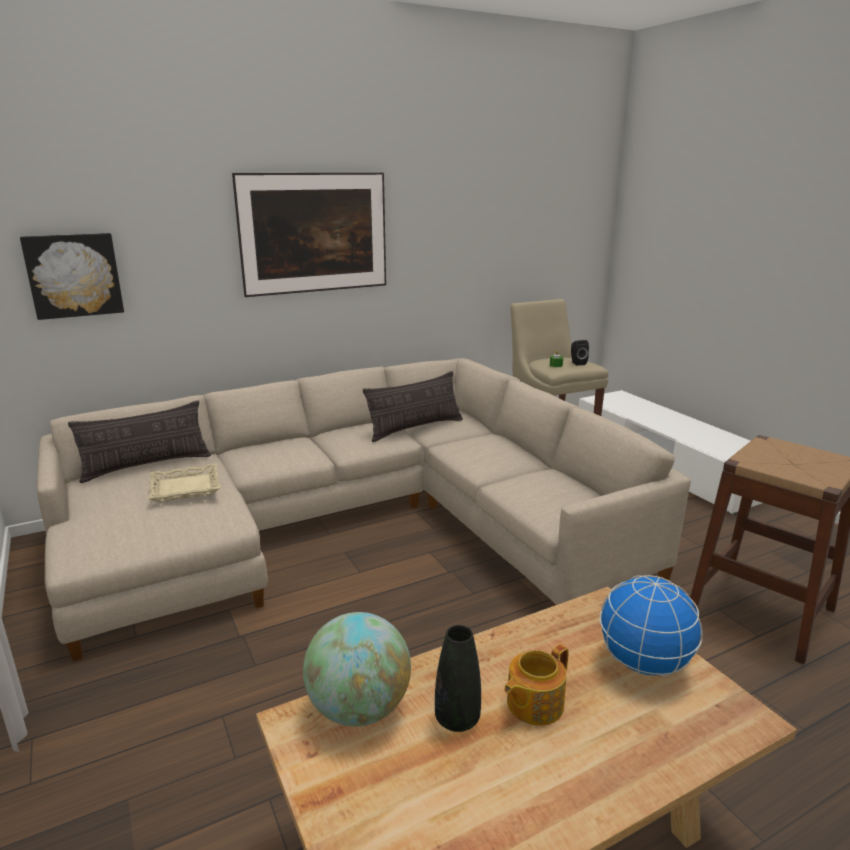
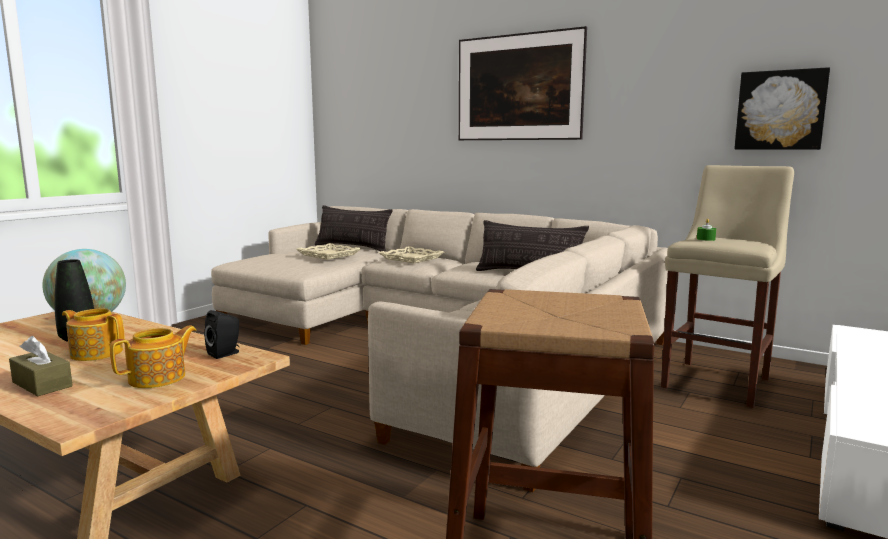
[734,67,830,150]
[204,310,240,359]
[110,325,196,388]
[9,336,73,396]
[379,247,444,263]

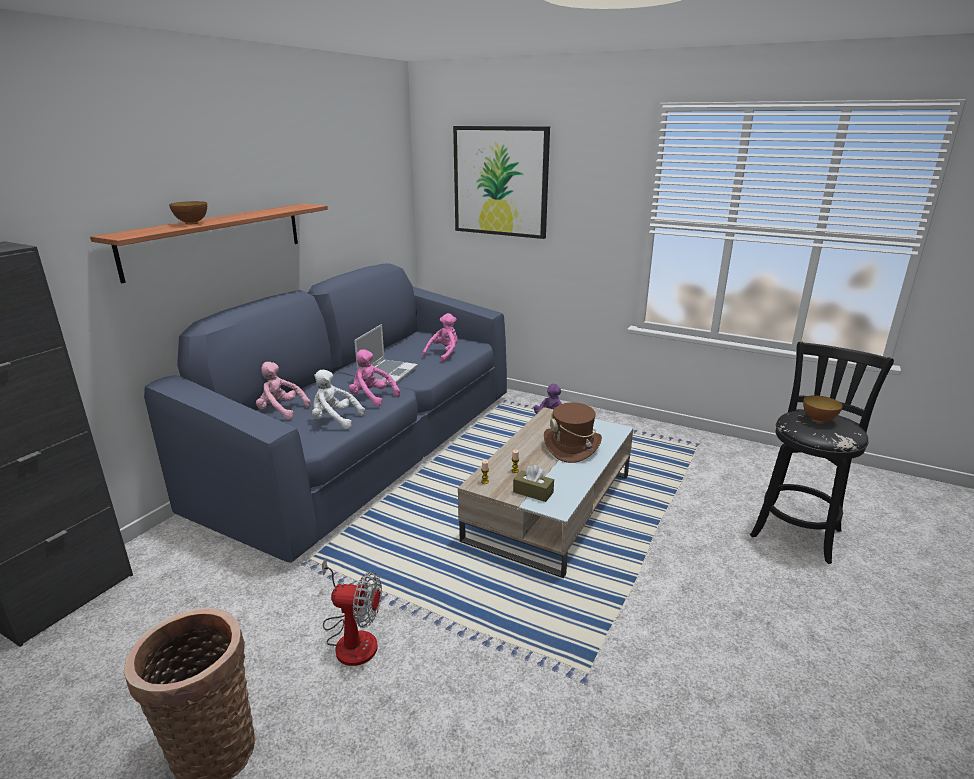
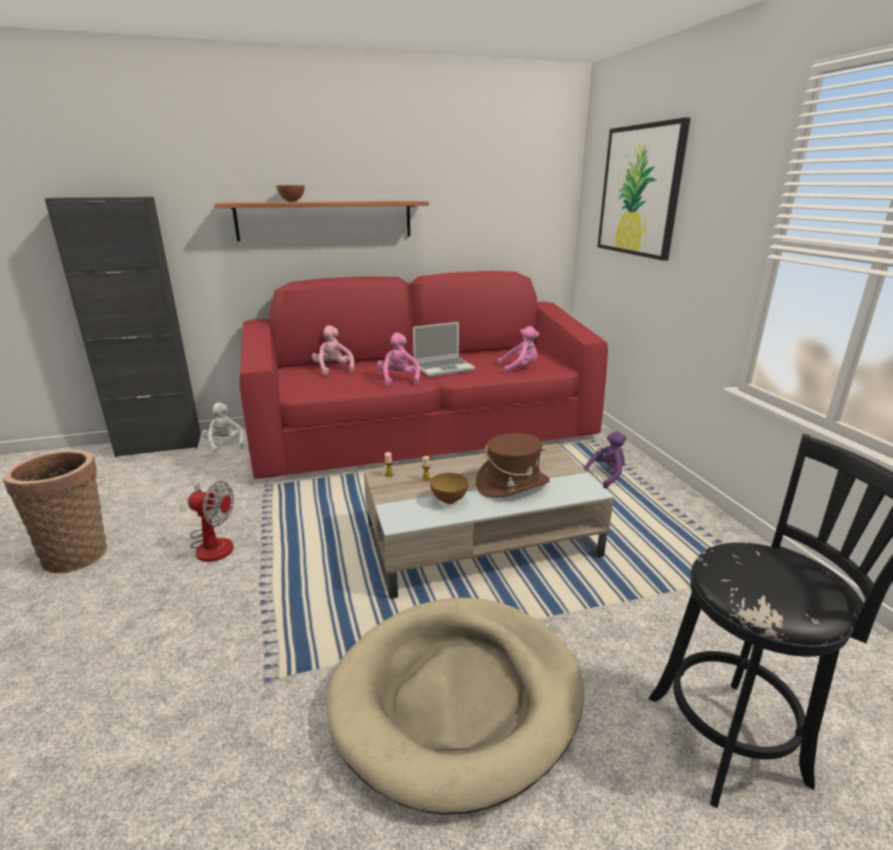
[239,271,608,479]
[202,403,245,453]
[188,481,234,562]
[513,465,554,502] (first image)
[430,473,468,504]
[326,598,584,815]

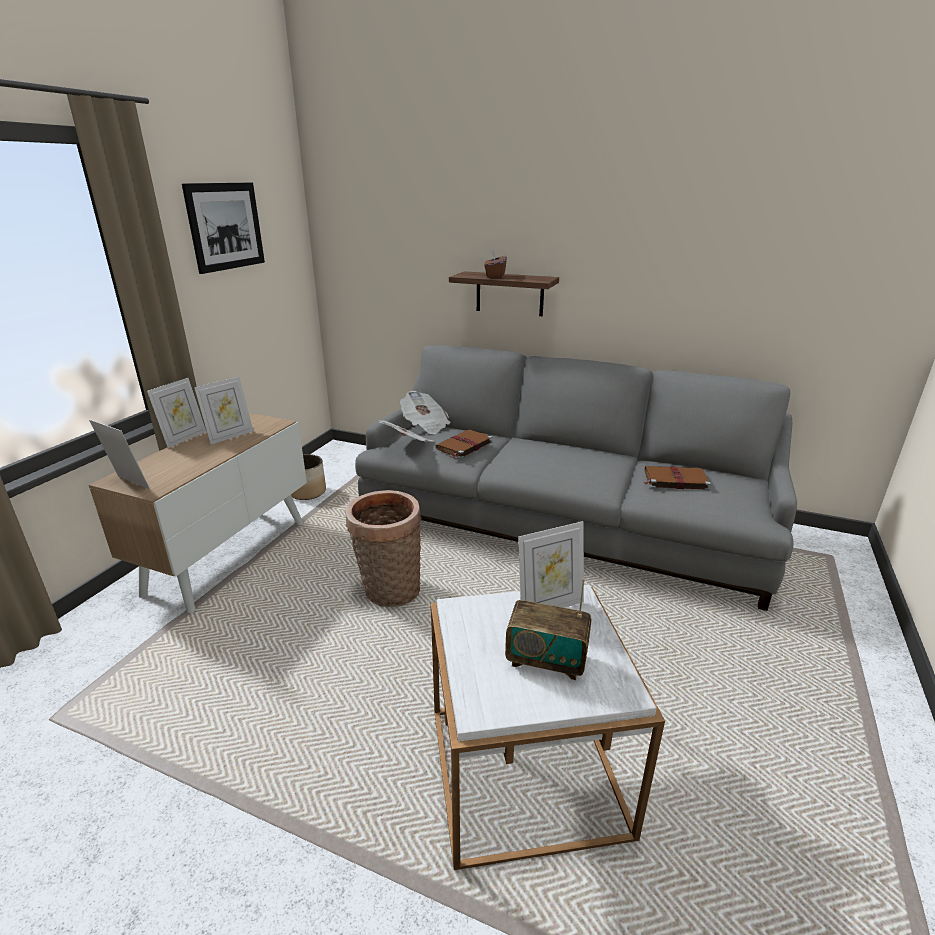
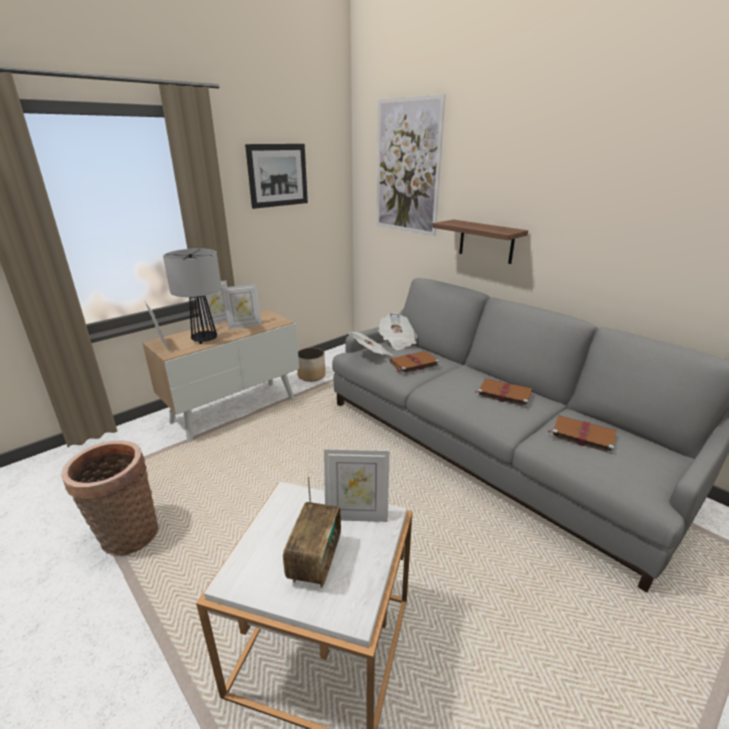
[61,440,158,556]
[484,249,507,278] (first image)
[283,476,341,588]
[163,248,222,344]
[377,94,446,236]
[475,379,532,407]

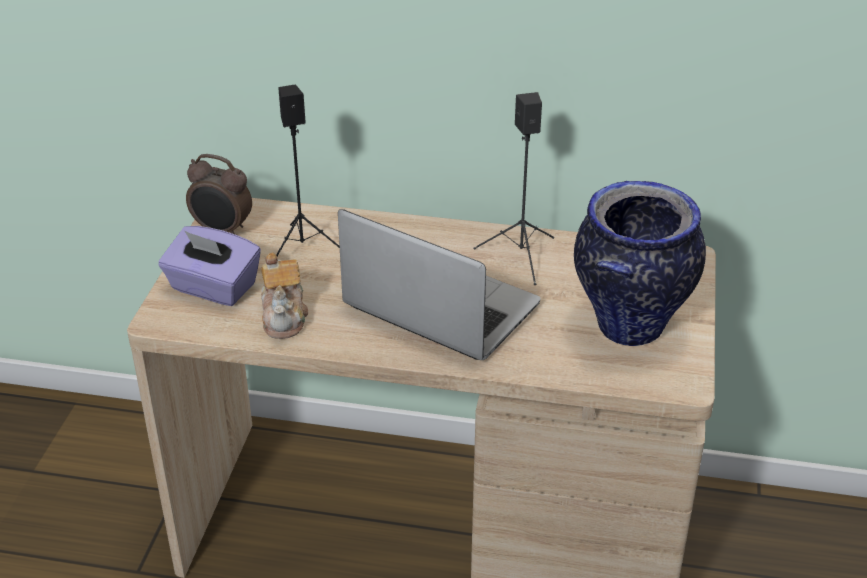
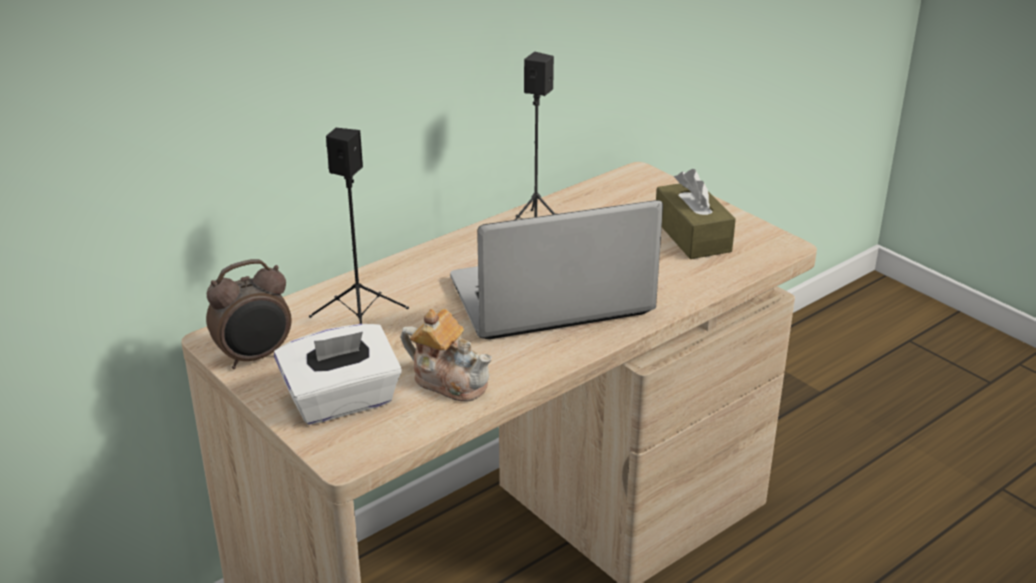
[274,324,402,425]
[656,169,736,259]

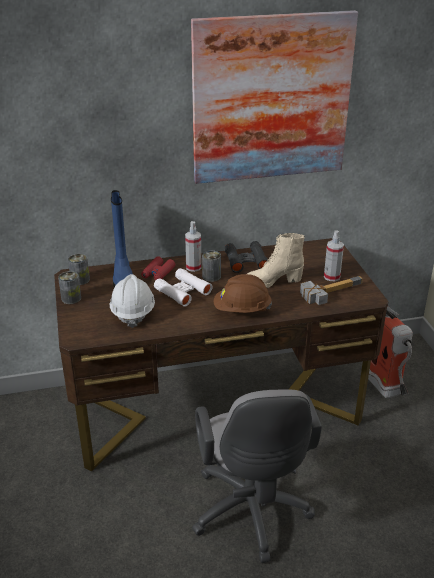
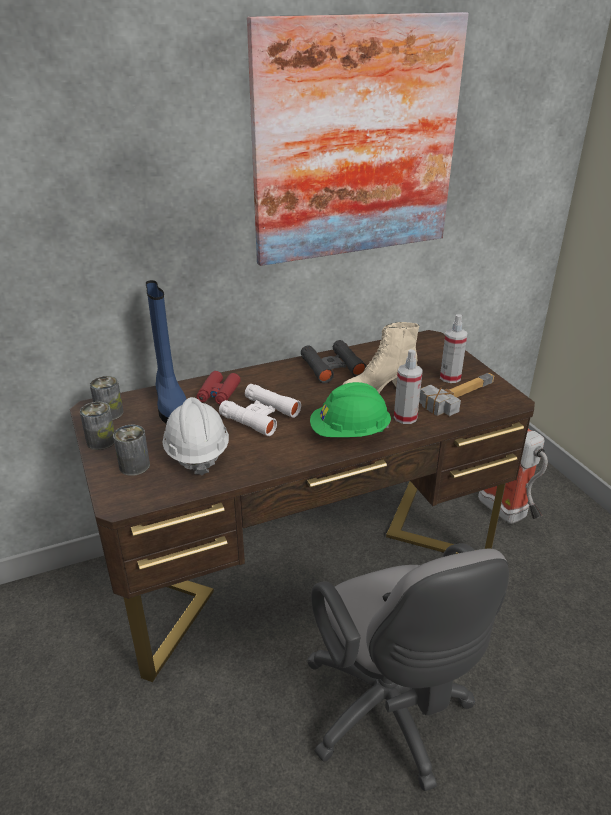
[394,349,423,424]
[113,425,150,476]
[310,382,391,437]

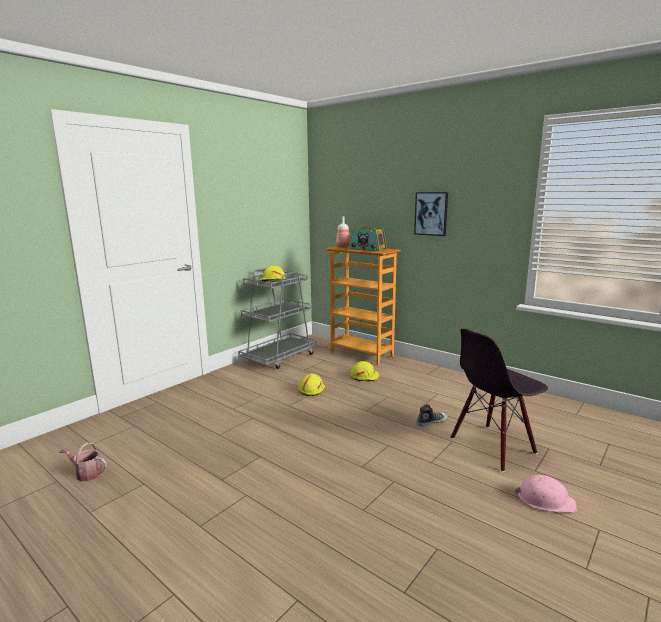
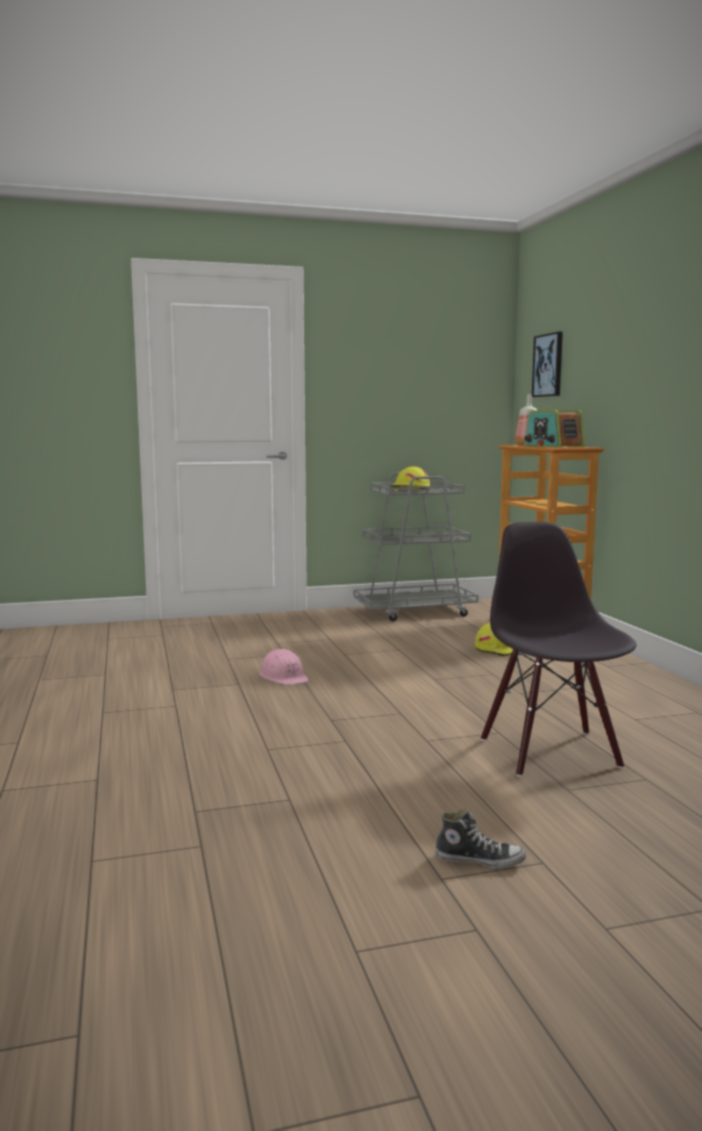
[59,442,107,481] (first image)
[298,374,325,396] (first image)
[532,332,563,397]
[435,809,526,869]
[481,522,637,777]
[259,649,309,685]

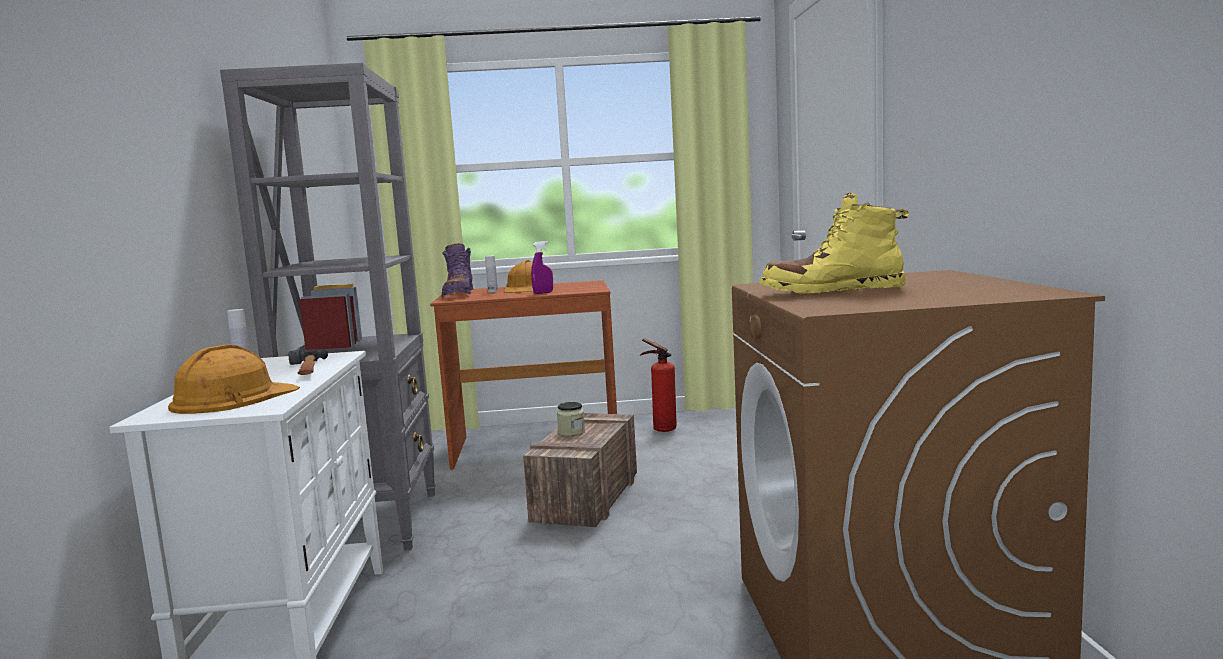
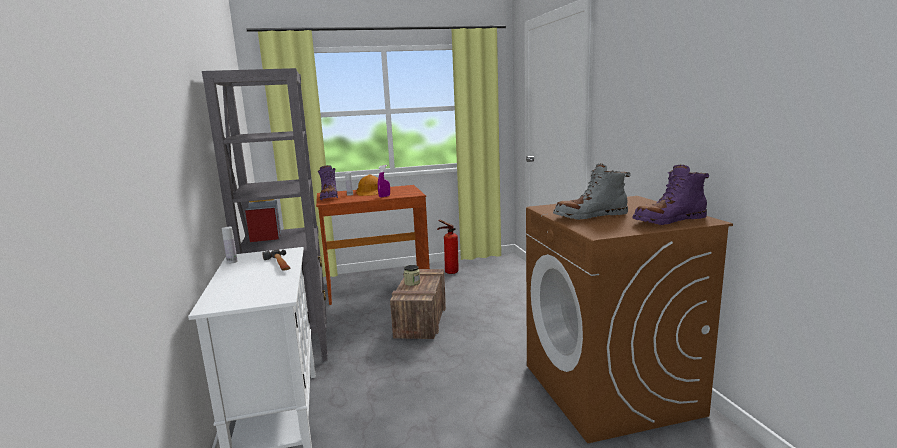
[168,344,300,414] (first image)
[553,164,631,220]
[632,165,709,225]

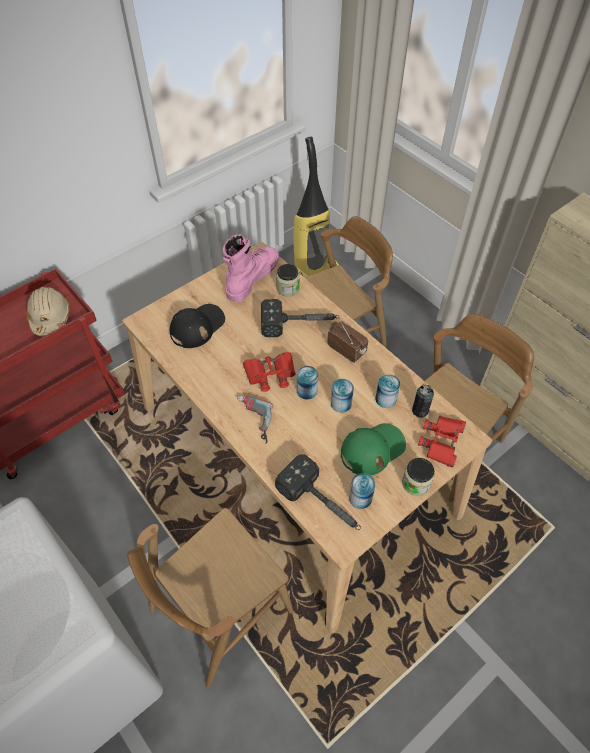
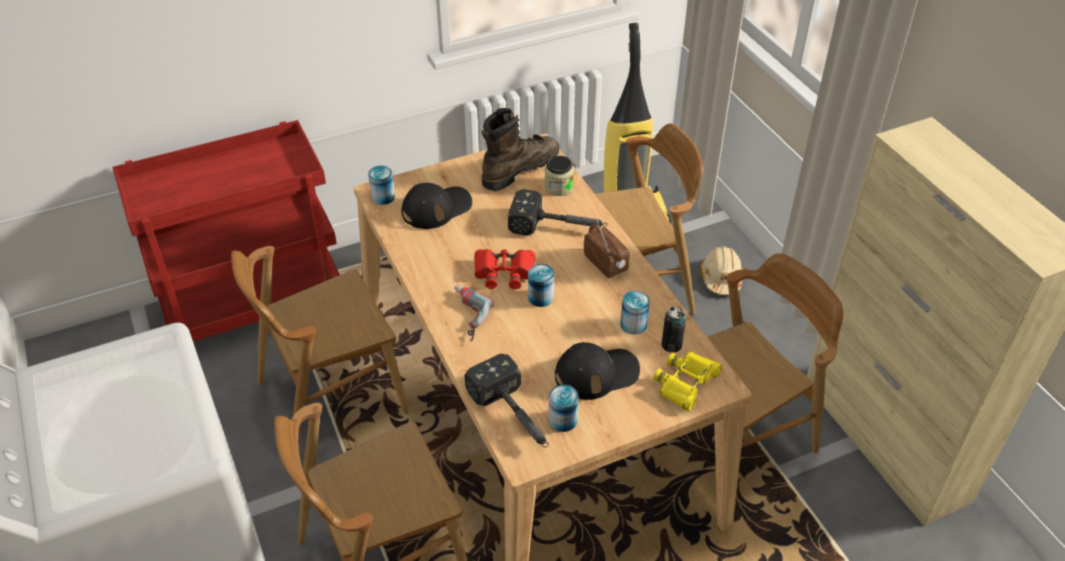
[701,246,743,295]
[482,108,560,191]
[368,166,395,205]
[555,342,640,400]
[402,458,434,496] (first image)
[653,352,722,412]
[231,246,409,441]

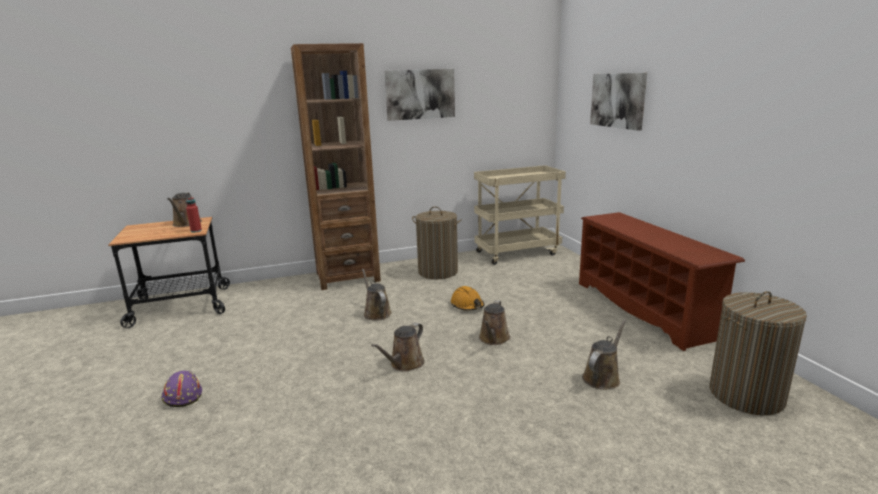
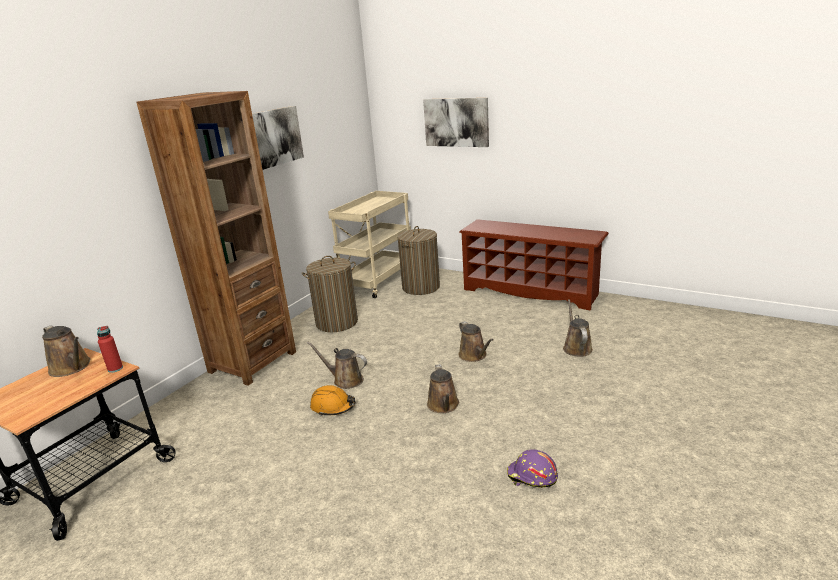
[507,449,558,488]
[310,385,355,416]
[397,226,440,295]

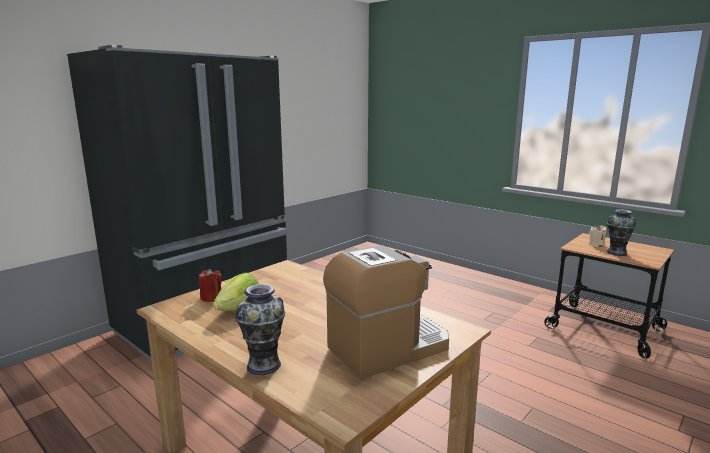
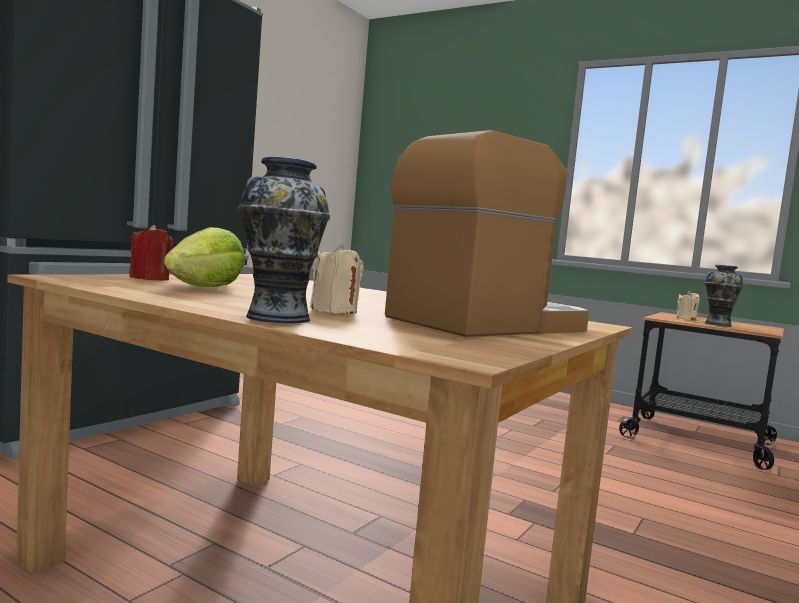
[310,244,364,314]

